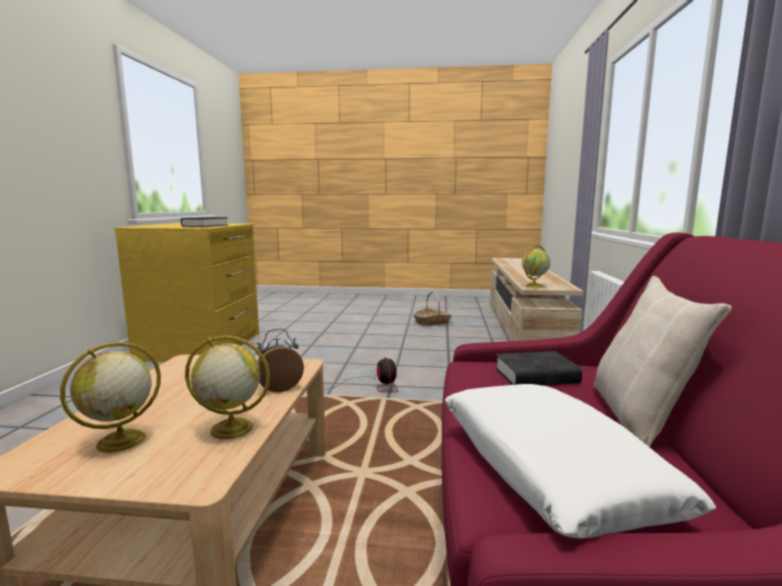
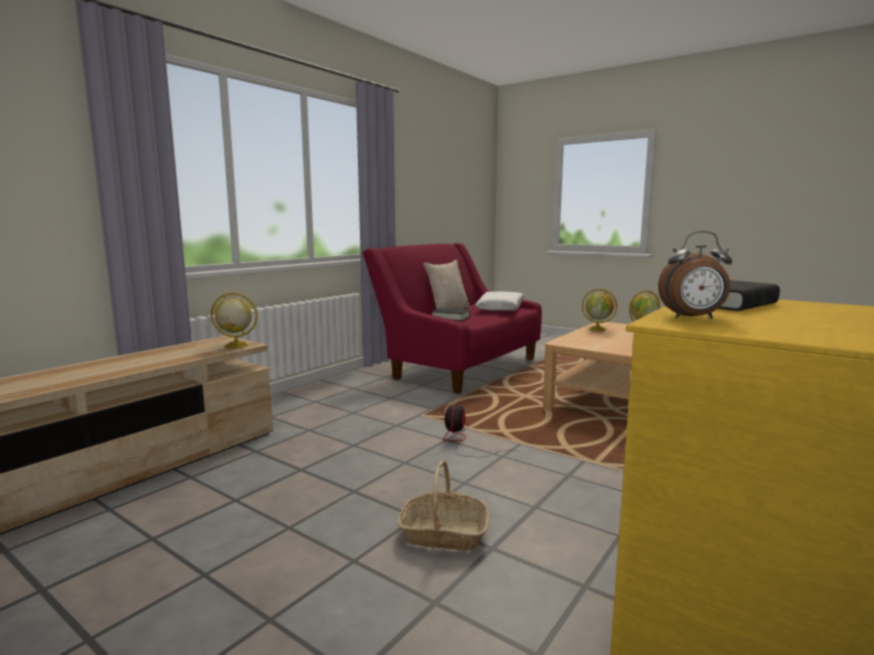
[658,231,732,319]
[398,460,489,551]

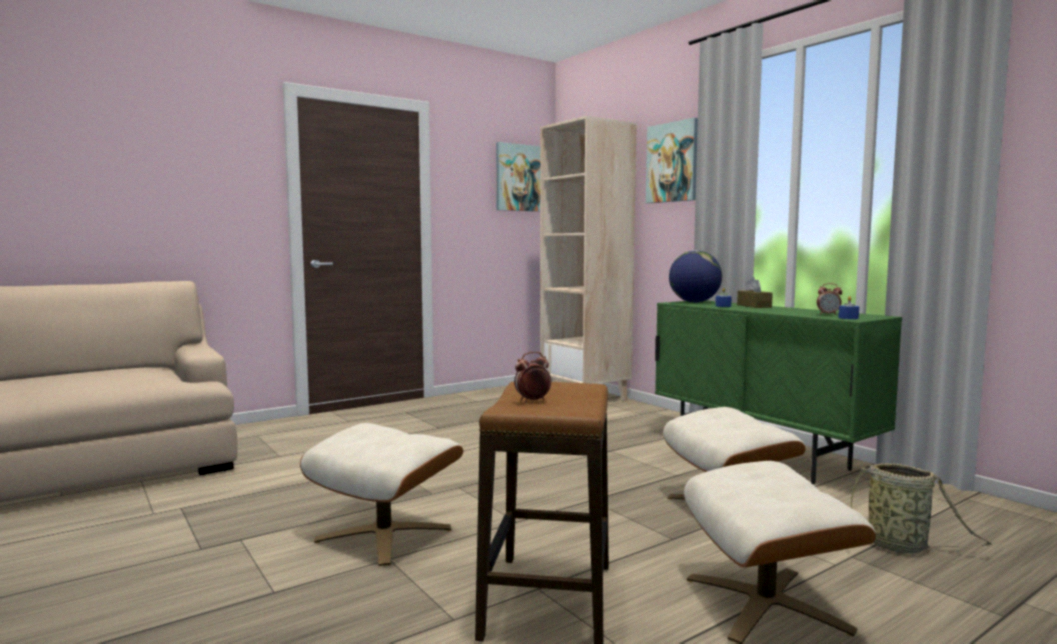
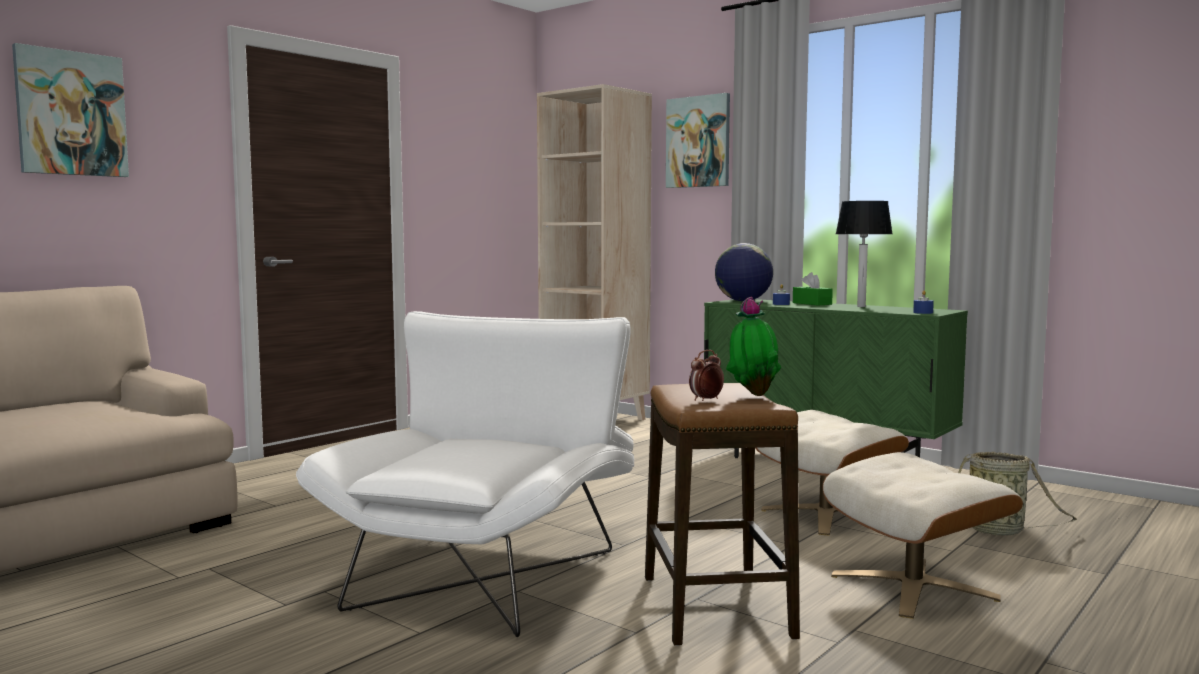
[296,311,634,637]
[12,43,129,177]
[793,272,833,305]
[817,283,842,315] (first image)
[726,297,781,396]
[836,201,892,307]

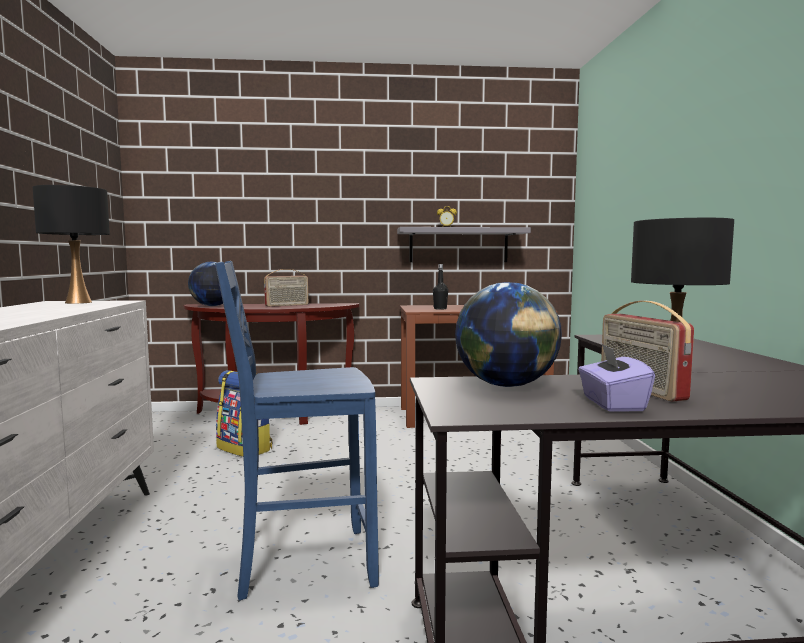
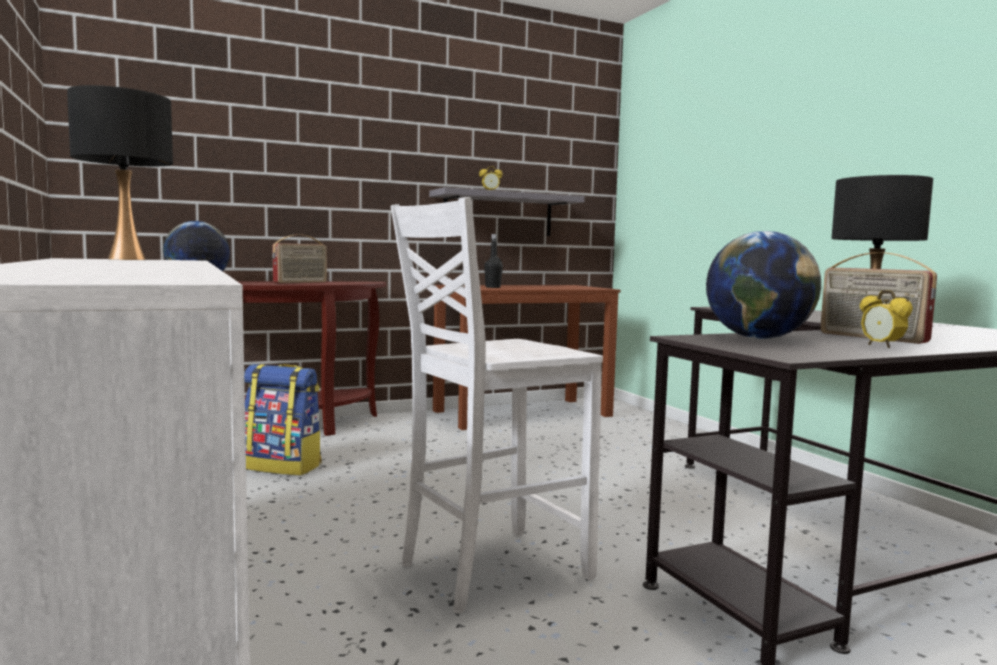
[391,197,603,614]
[860,290,913,348]

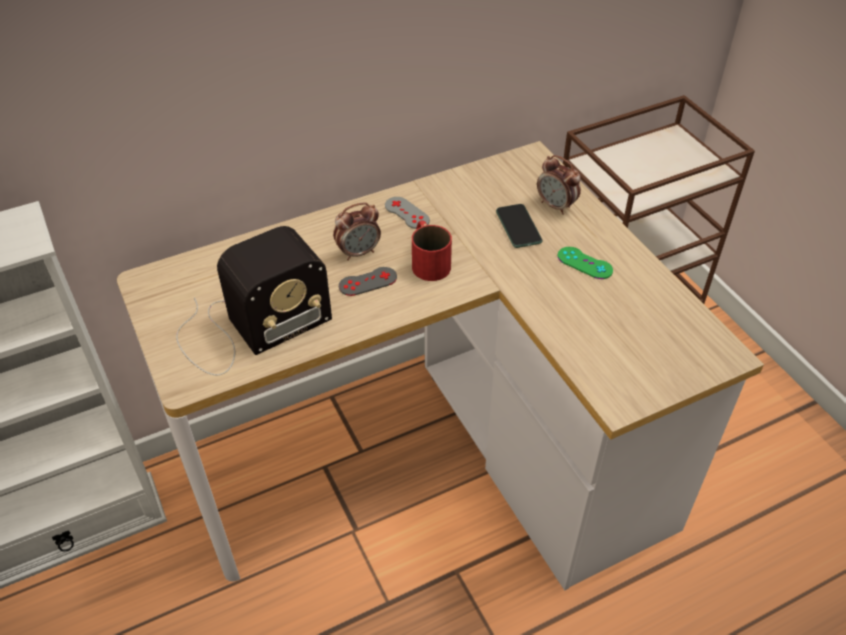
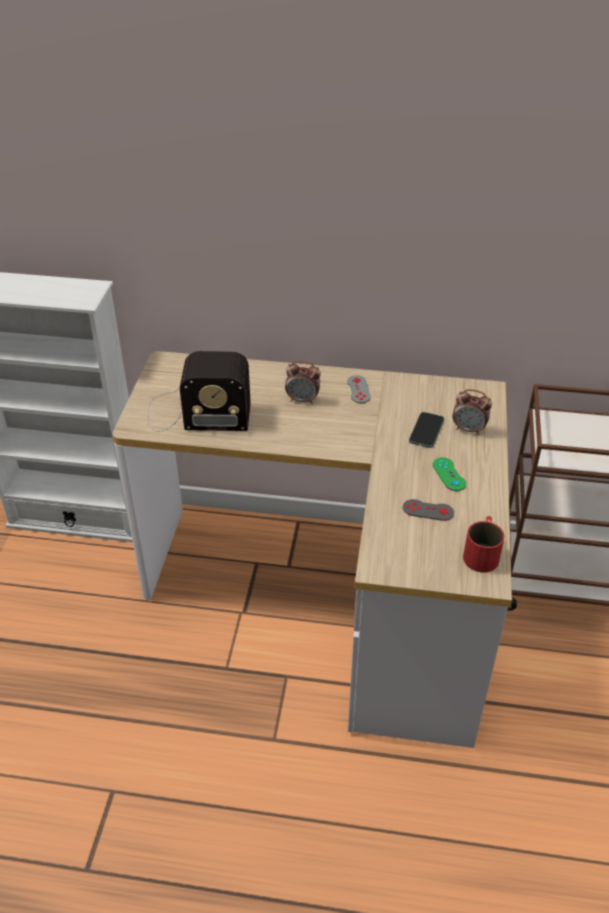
[403,499,454,521]
[463,516,505,573]
[453,389,492,435]

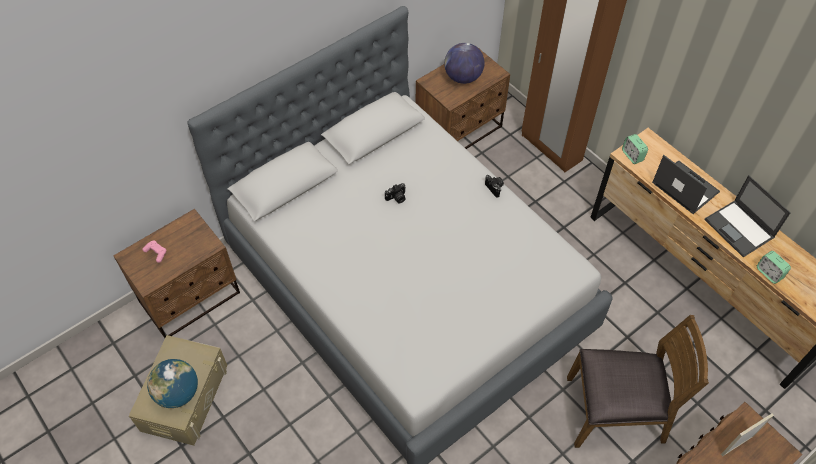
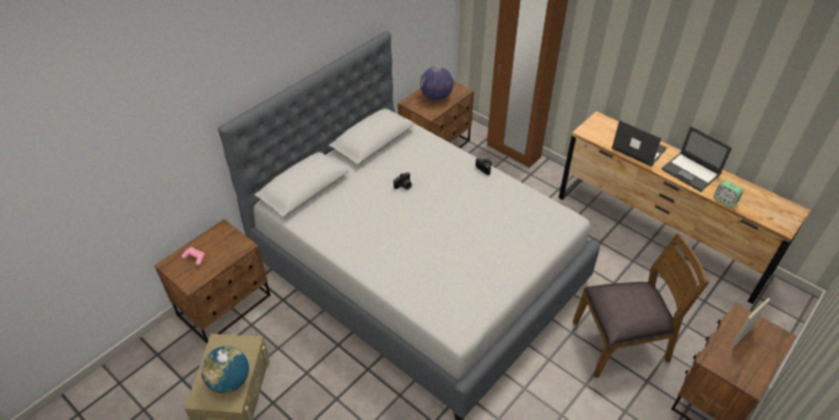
[622,134,648,164] (first image)

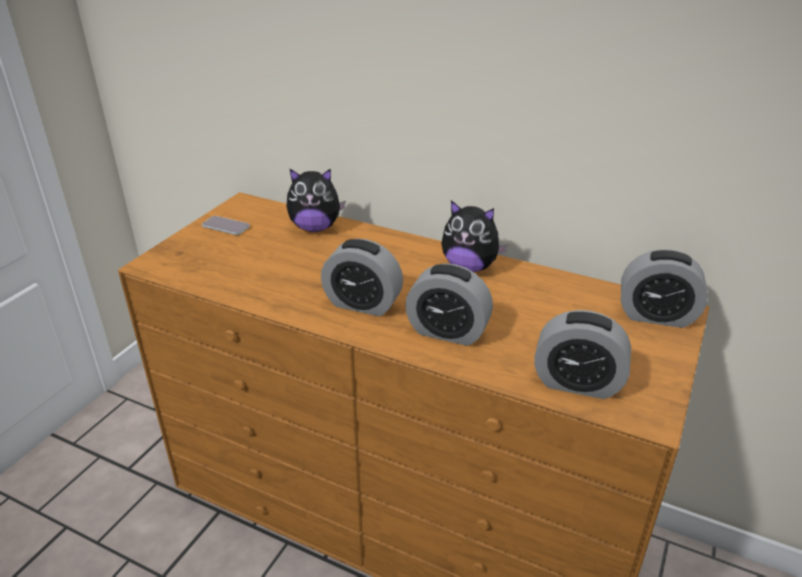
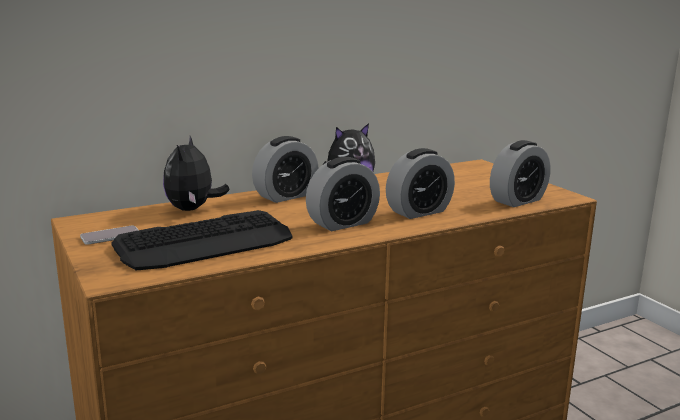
[163,136,230,211]
[252,136,319,203]
[111,210,293,270]

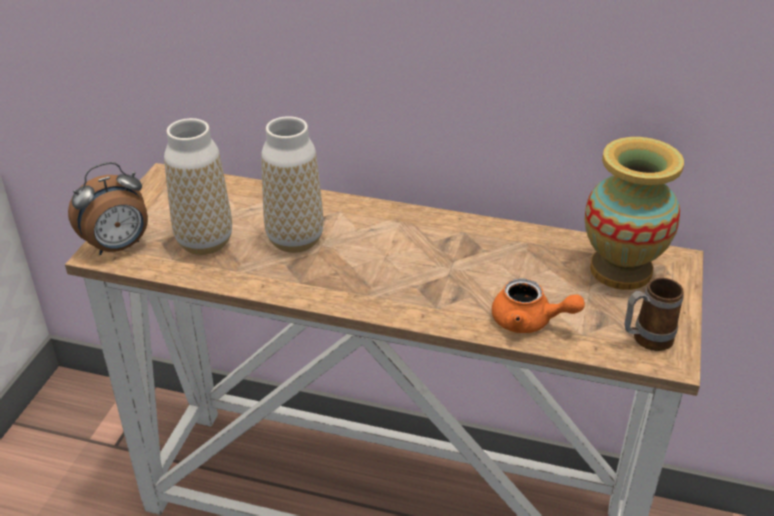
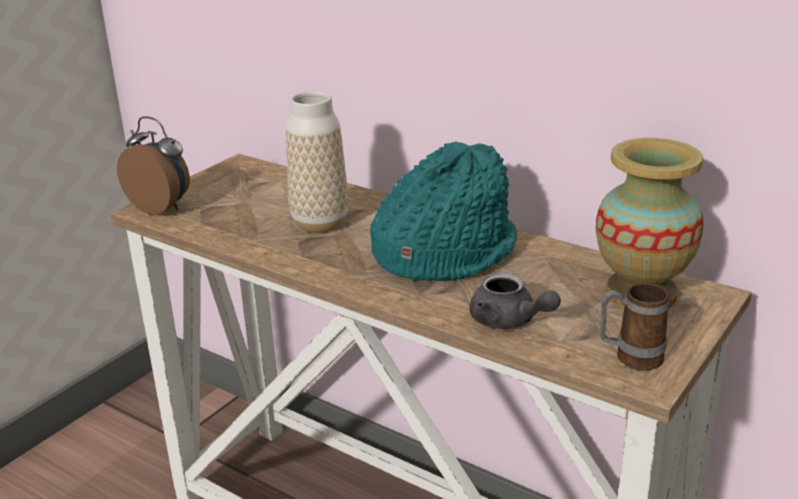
[117,116,190,215]
[164,118,232,255] (first image)
[470,272,561,329]
[370,141,517,281]

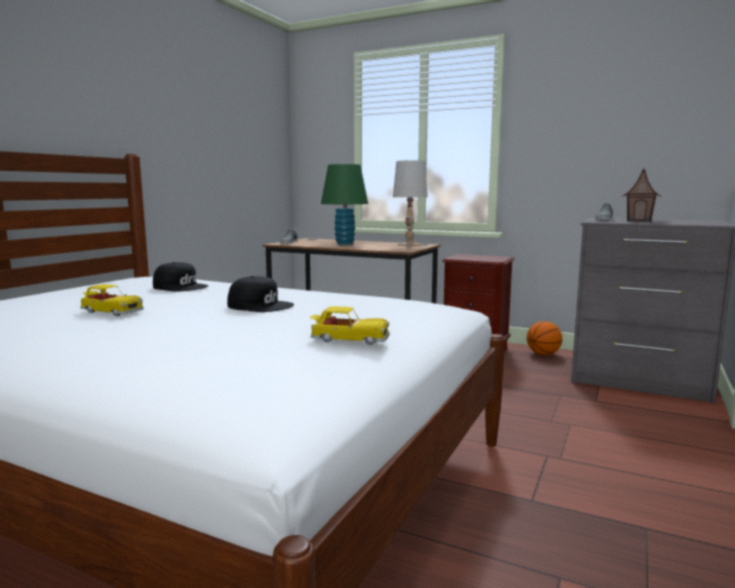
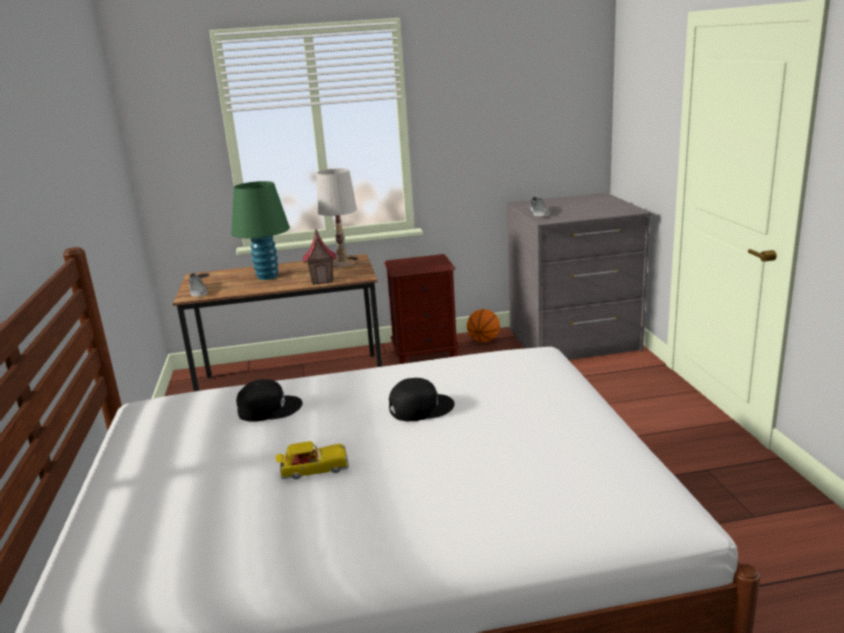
[310,306,389,345] (first image)
[302,229,337,285]

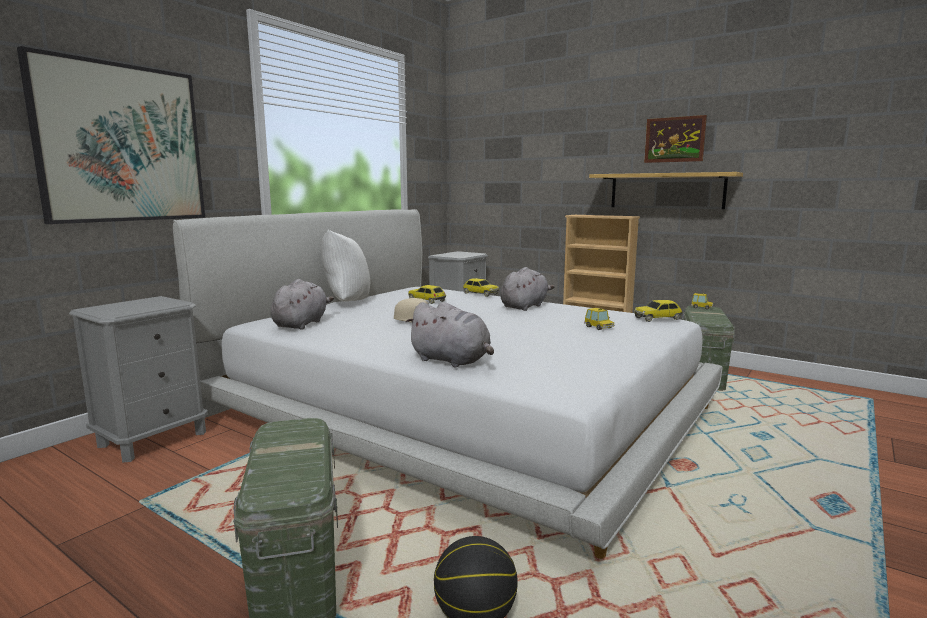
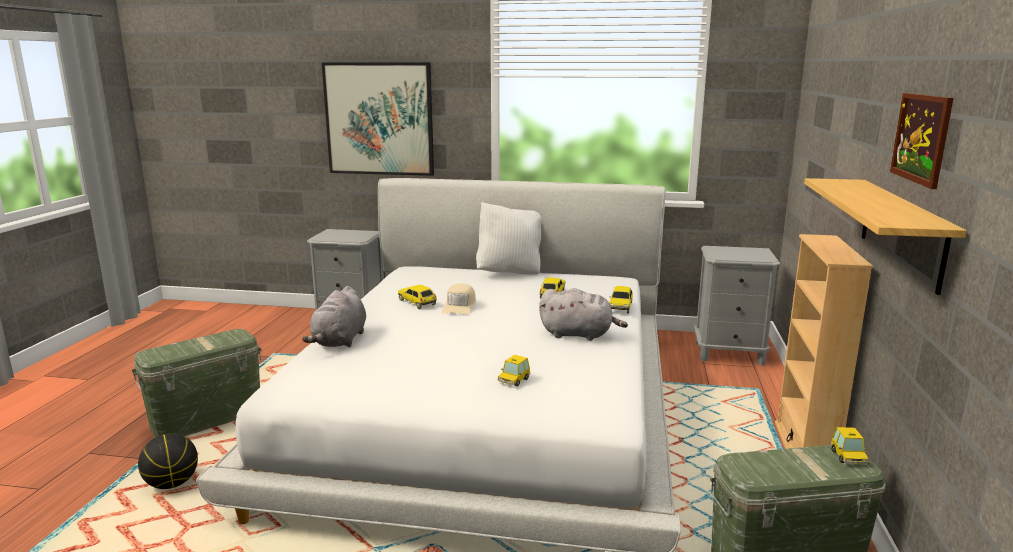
[270,279,334,330] (first image)
[398,285,437,309]

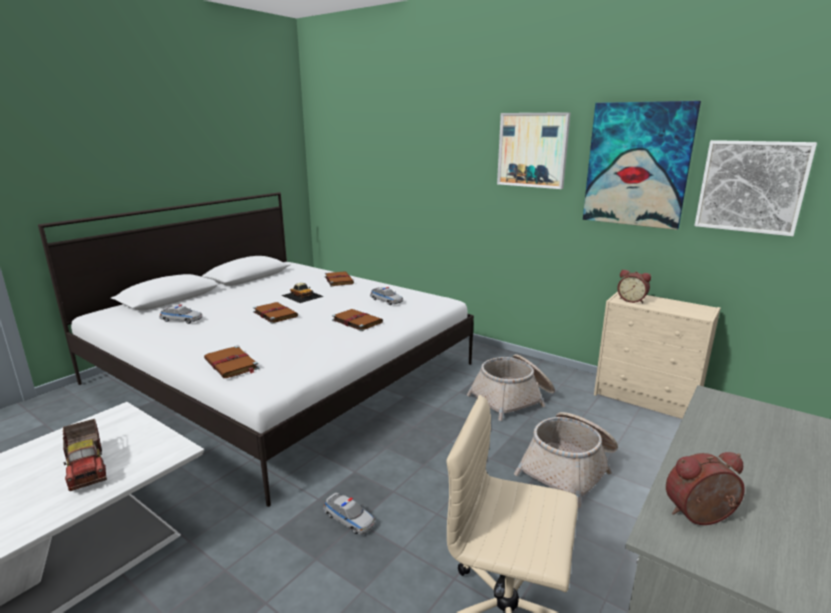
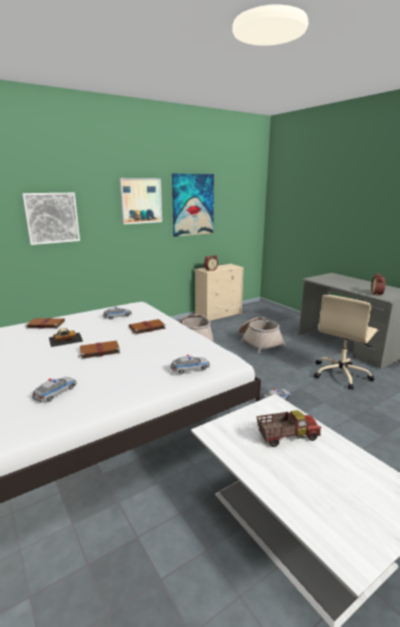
[170,355,210,374]
[22,193,80,245]

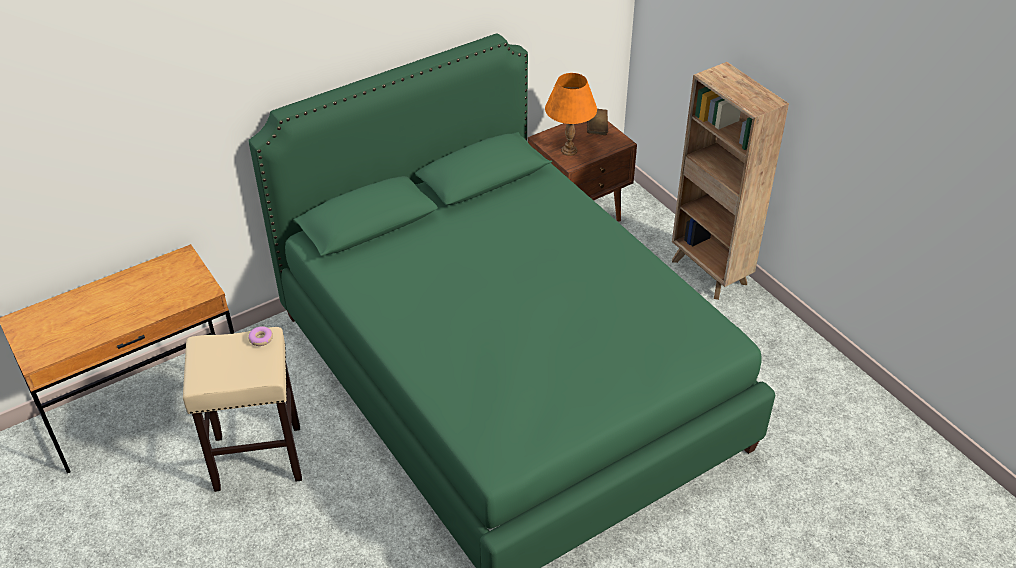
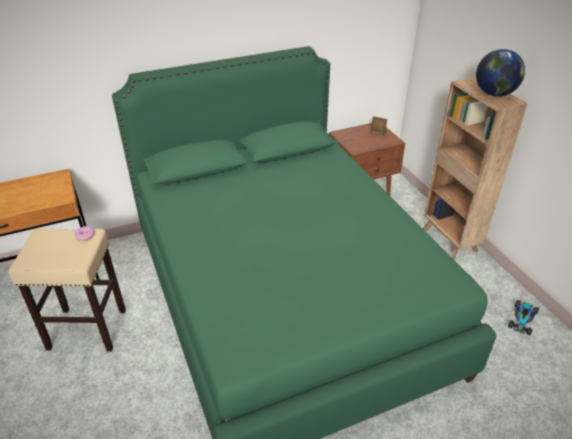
[545,73,597,156] (first image)
[476,49,525,96]
[508,300,539,336]

